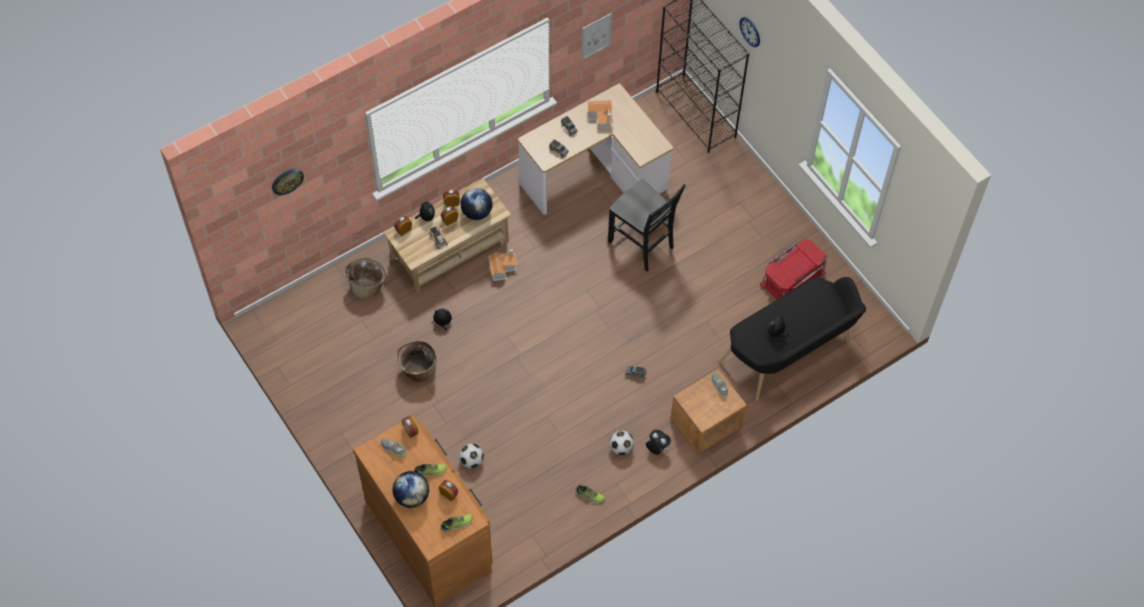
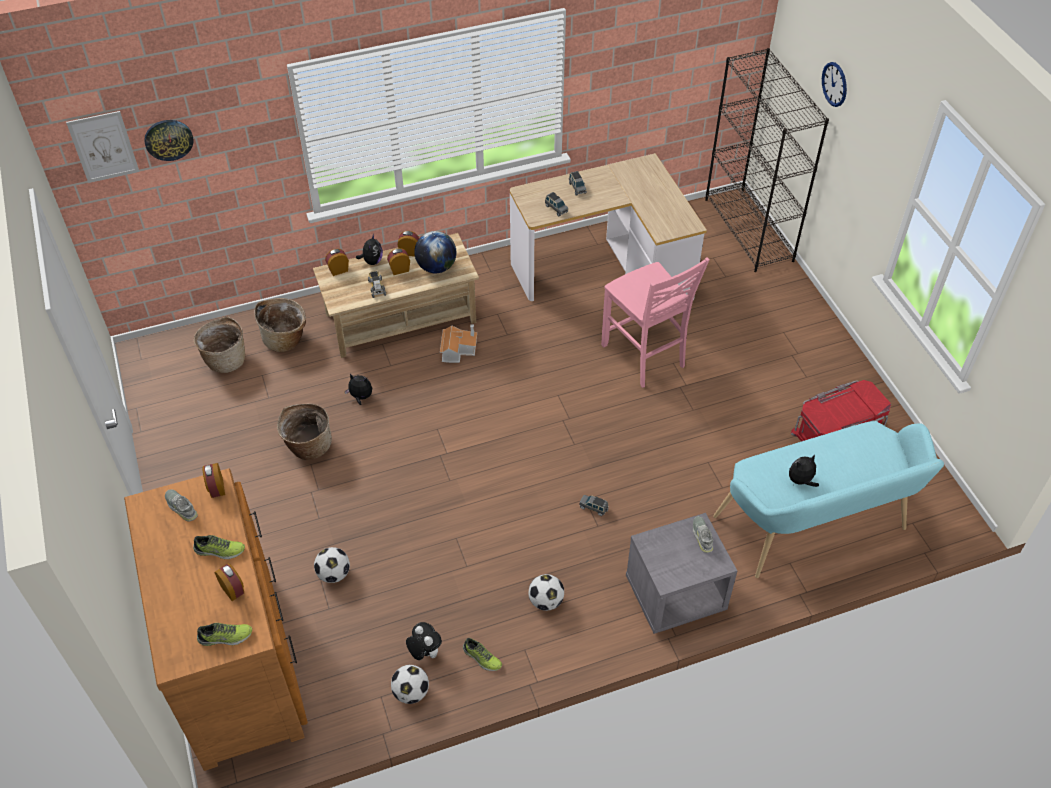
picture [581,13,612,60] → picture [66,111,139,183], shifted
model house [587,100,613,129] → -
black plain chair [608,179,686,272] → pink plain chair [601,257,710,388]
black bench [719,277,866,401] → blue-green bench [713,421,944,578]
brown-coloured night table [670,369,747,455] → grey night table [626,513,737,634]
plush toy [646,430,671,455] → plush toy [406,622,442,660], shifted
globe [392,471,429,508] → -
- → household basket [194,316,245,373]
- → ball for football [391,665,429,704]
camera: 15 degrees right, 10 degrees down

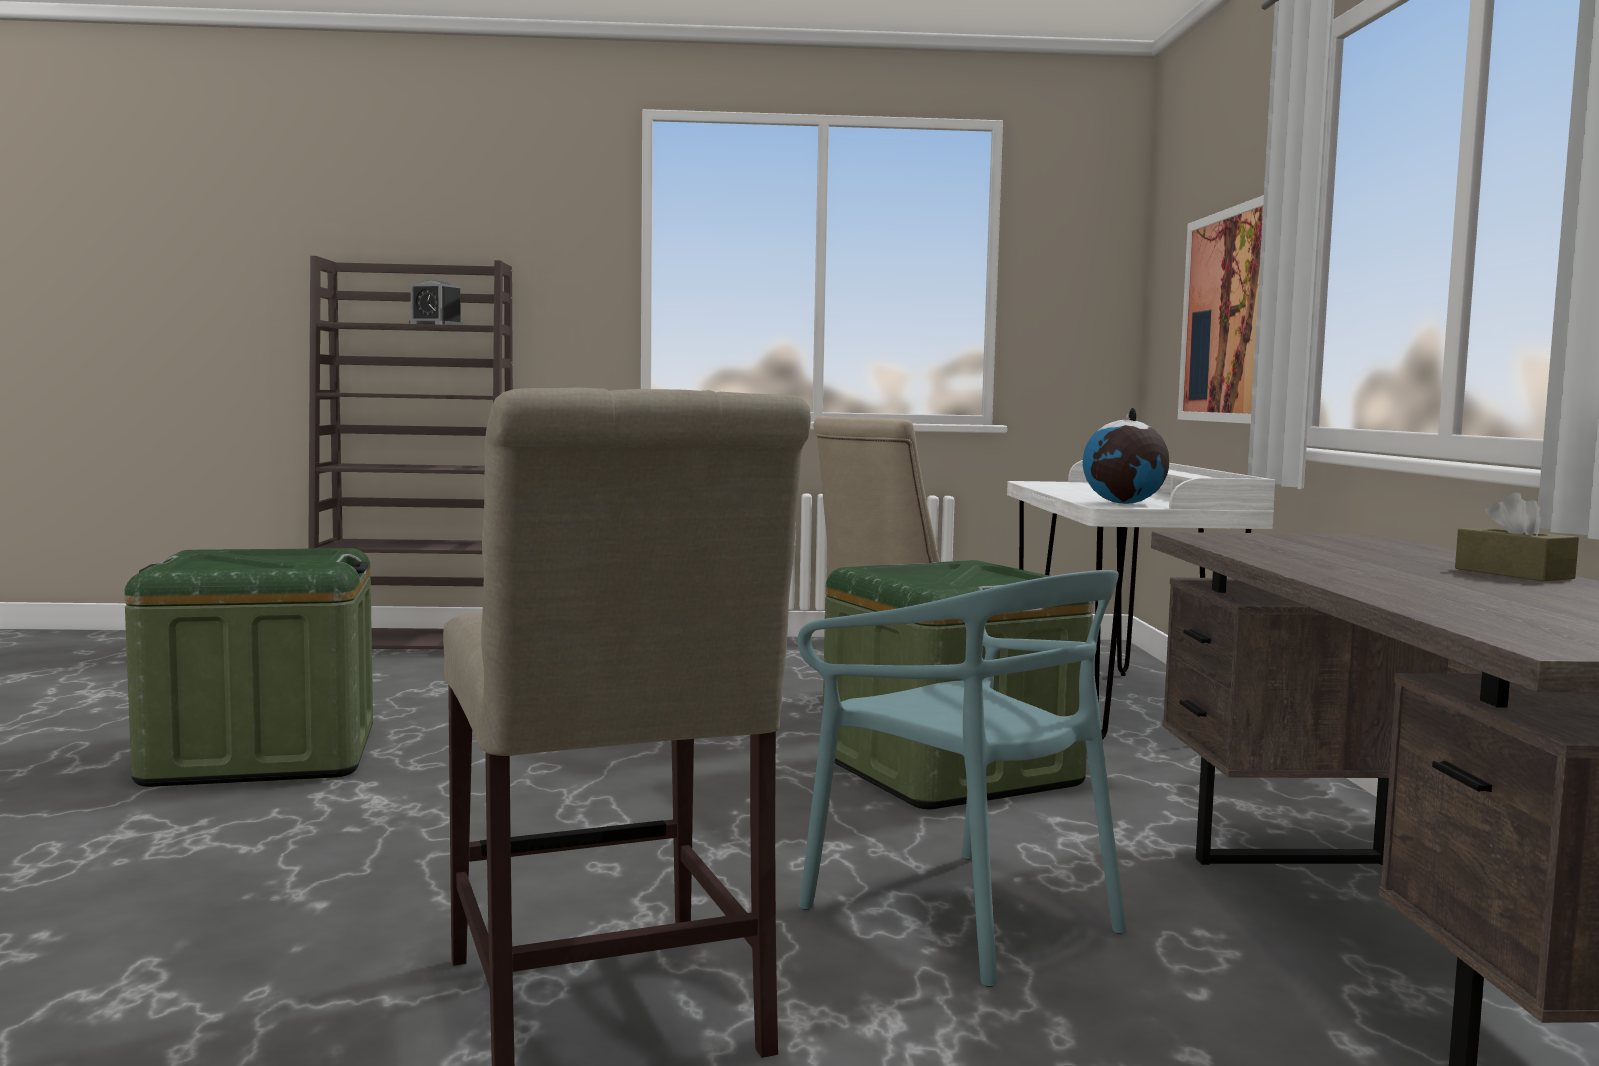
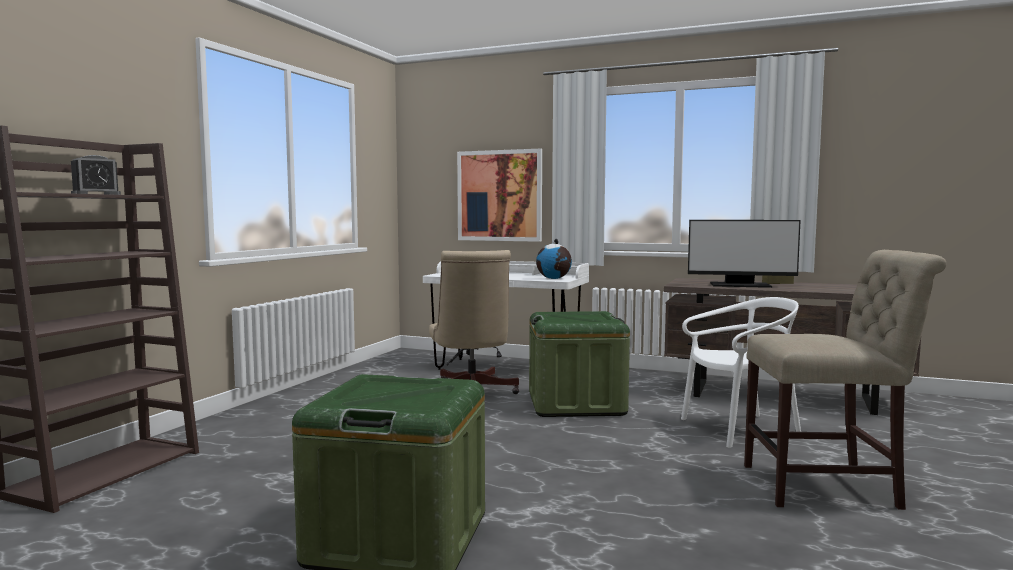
blue-green plain chair [798,570,1126,987] → white-coloured plain chair [681,297,801,448]
- → monitor [688,220,801,288]
camera: 65 degrees left, 0 degrees up

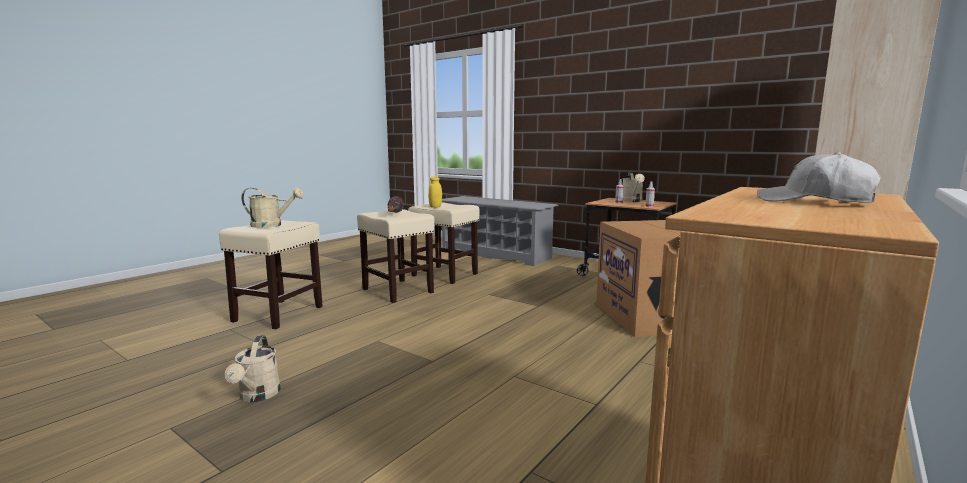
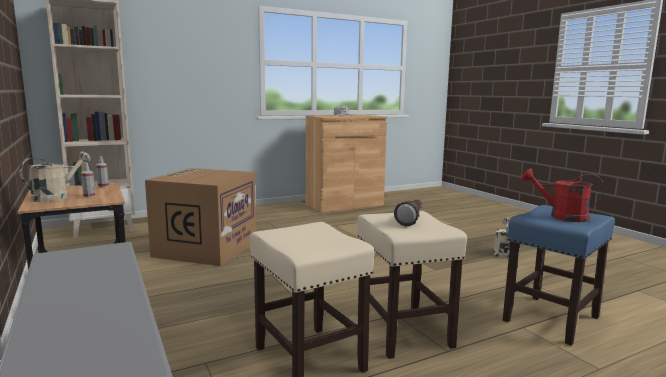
yellowish preserve jar [428,177,442,208] → -
beige-coloured watering can [241,187,304,228] → reddish watering can [522,169,604,222]
beige-coloured stool seat [219,220,323,329] → blue stool seat [503,205,615,346]
camera: 155 degrees left, 0 degrees up

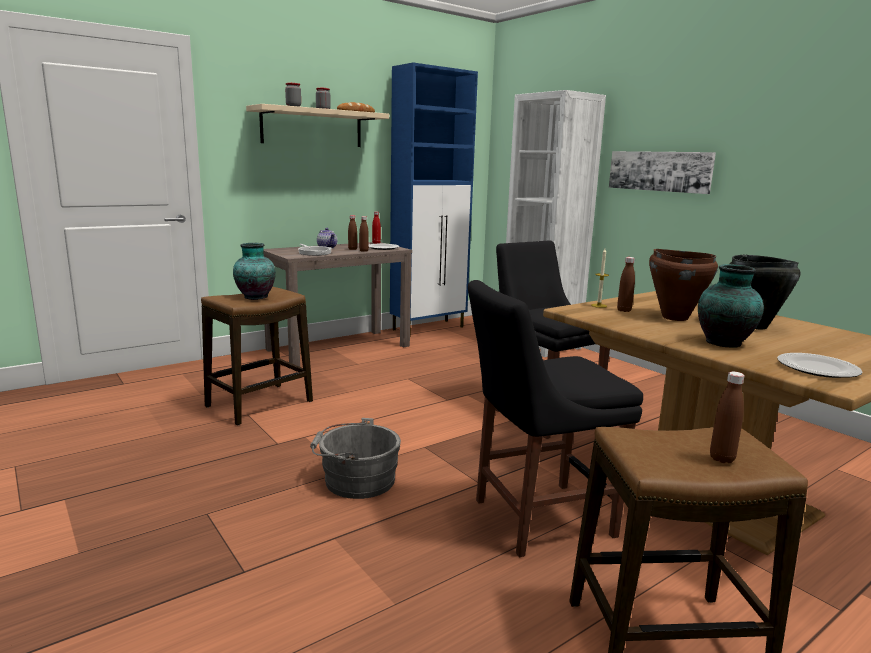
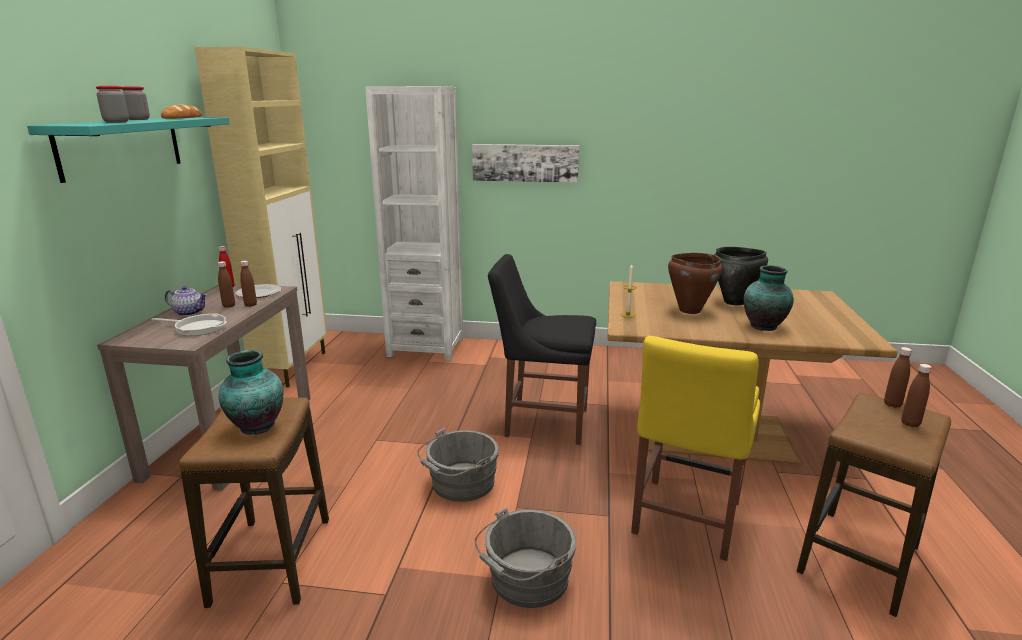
blue cabinet [390,63,478,331] → beige-coloured cabinet [194,46,327,387]
beige-coloured shelf [246,104,389,147] → blue-green shelf [27,117,230,183]
brown-coloured beverage bottle [617,257,635,312] → brown-coloured beverage bottle [884,347,912,408], shifted
black plain chair [468,280,643,558] → yellowish plain chair [631,336,760,561]
plate [777,353,863,378] → -
- → grey pail [417,428,499,502]
camera: 45 degrees left, 5 degrees up

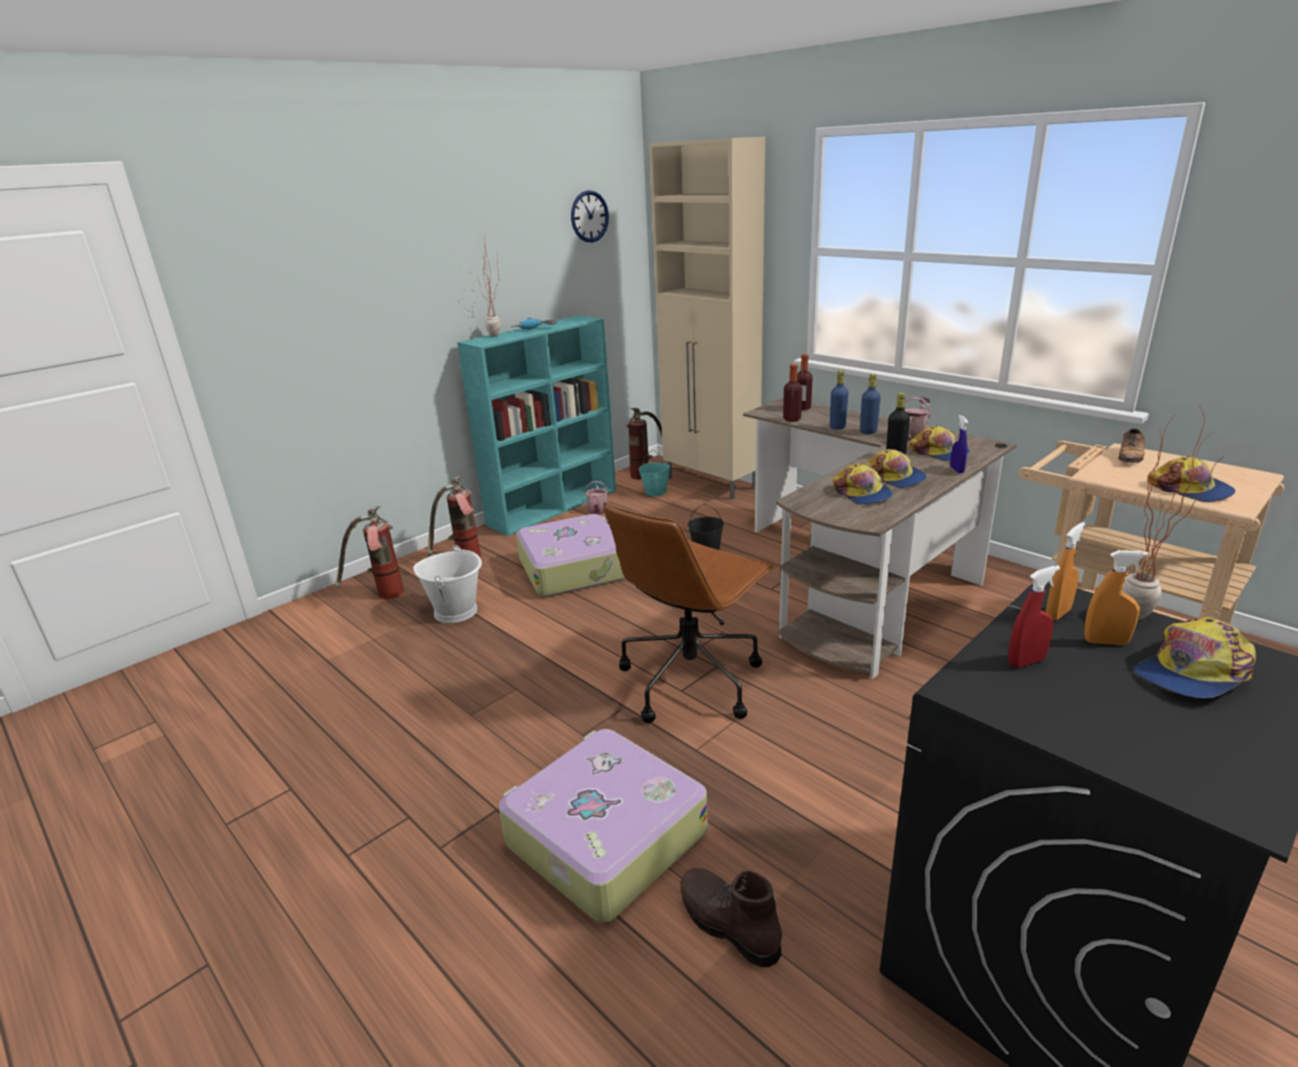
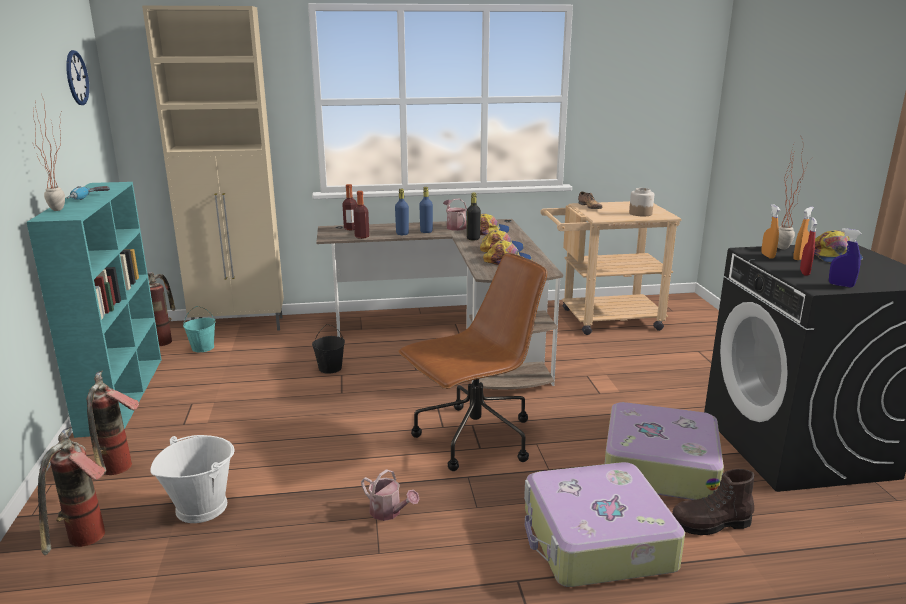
blue sprayer [950,415,968,474] → blue sprayer [829,228,861,287], shifted
cap [1147,456,1235,502] → preserve jar [629,188,654,216]
watering can [585,481,608,515] → watering can [361,469,419,521], shifted
brown-coloured office chair [604,502,776,723] → brown-coloured office chair [398,253,547,471], 105 degrees counterclockwise
travel case [516,514,625,597] → travel case [605,402,724,500], shifted
camera: 55 degrees left, 5 degrees down

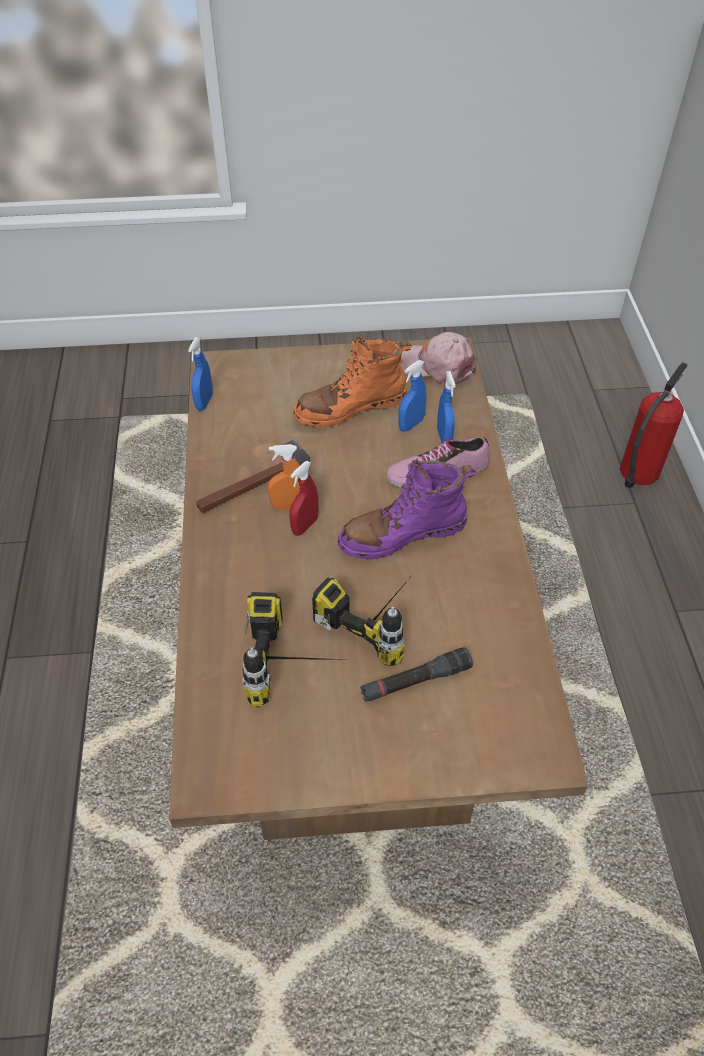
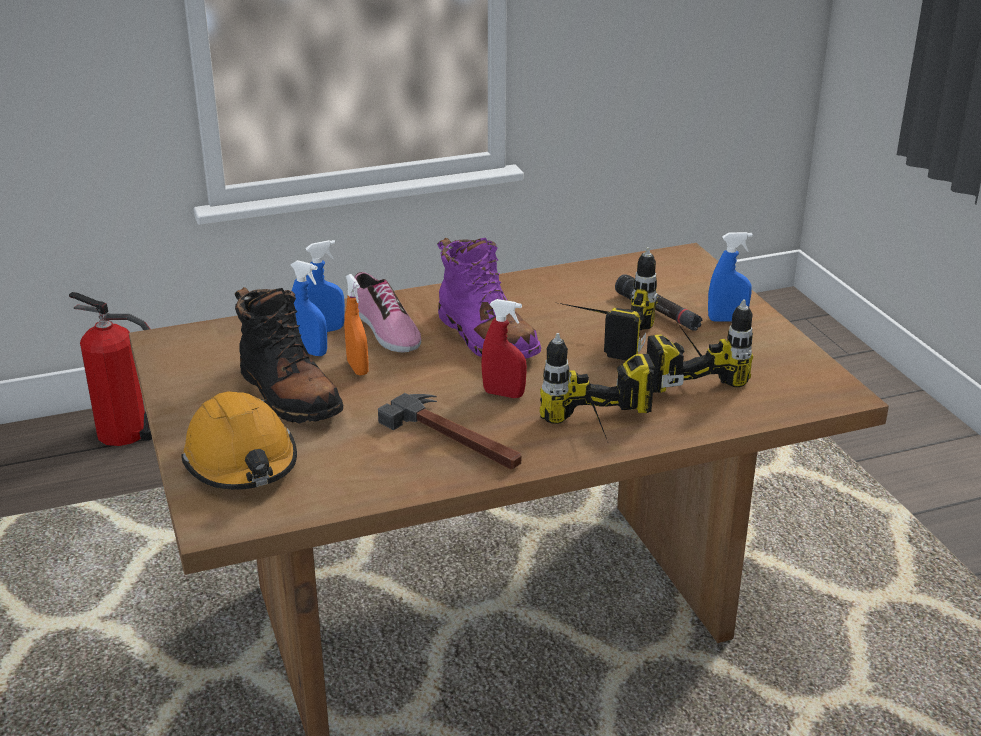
pink cap [400,332,477,385] → -
orange-coloured high-top boot [293,334,412,428] → black high-top boot [235,287,344,423]
blue sprayer [188,337,213,411] → blue sprayer [708,232,753,321], shifted
orange-coloured sprayer [268,444,300,510] → orange-coloured sprayer [344,274,369,376], shifted
- → power drill [540,333,655,442]
- → orange-coloured hard hat [181,391,297,490]
camera: 105 degrees left, 20 degrees down

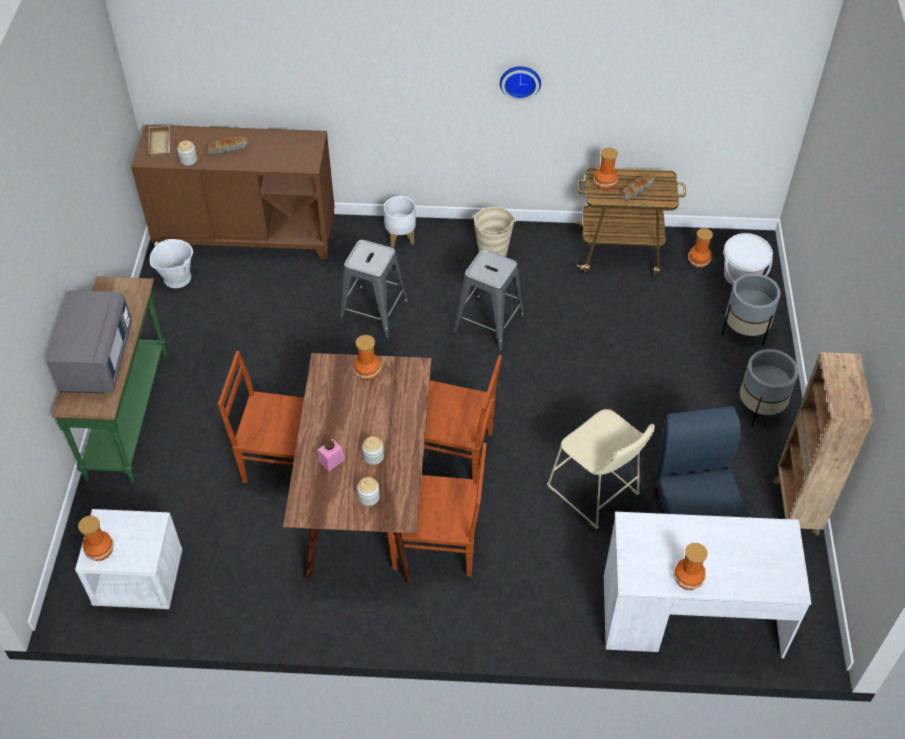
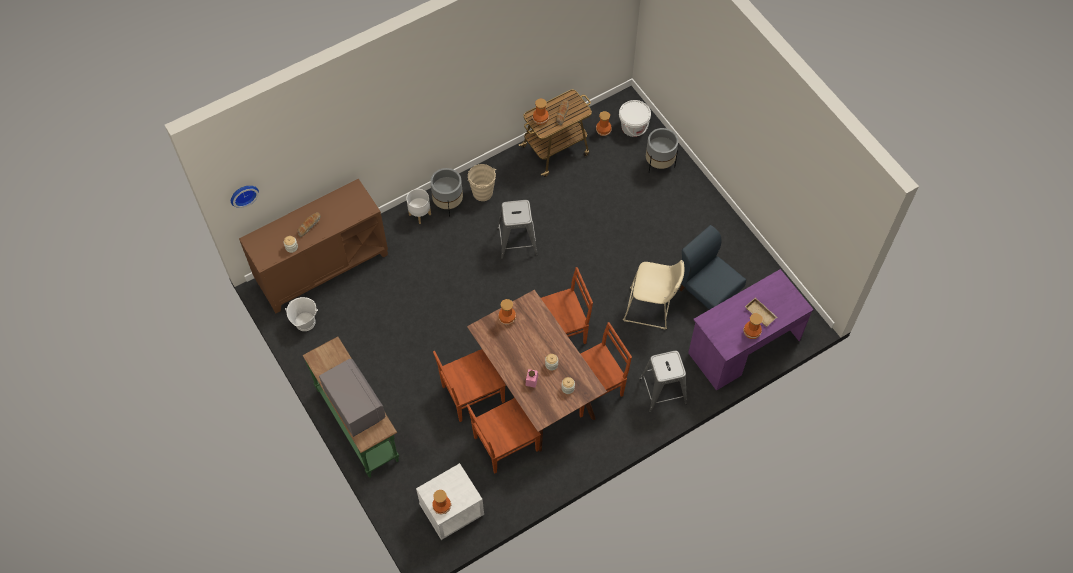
wall clock [500,66,541,101] → wall clock [231,186,259,208], shifted
beige-coloured serving tray [148,125,170,157] → beige-coloured serving tray [745,298,777,327], shifted
grey stool seat [339,240,408,338] → grey stool seat [639,351,687,412], shifted
grey planter [740,349,798,426] → grey planter [430,168,463,217], shifted
brown-coloured bookcase [772,352,874,536] → -
white-coloured desk [604,512,811,658] → purple desk [688,269,814,391]
- → brown-coloured plain chair [467,398,541,473]
camera: 35 degrees left, 10 degrees up

